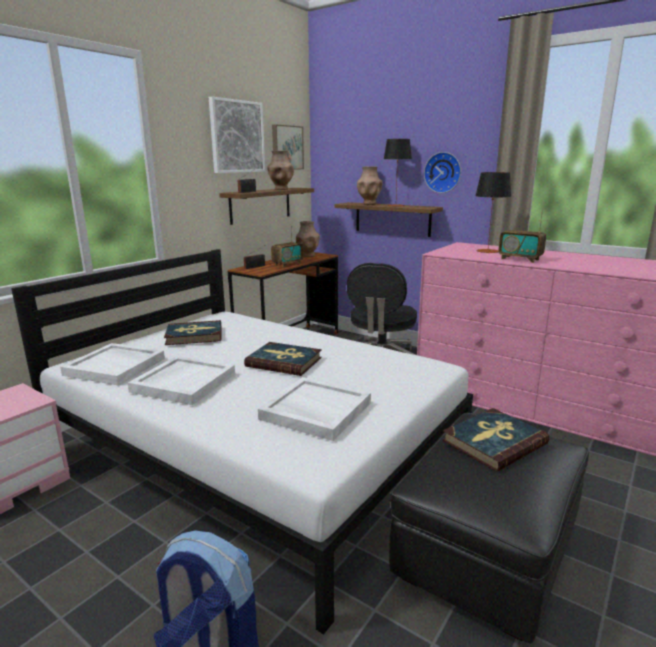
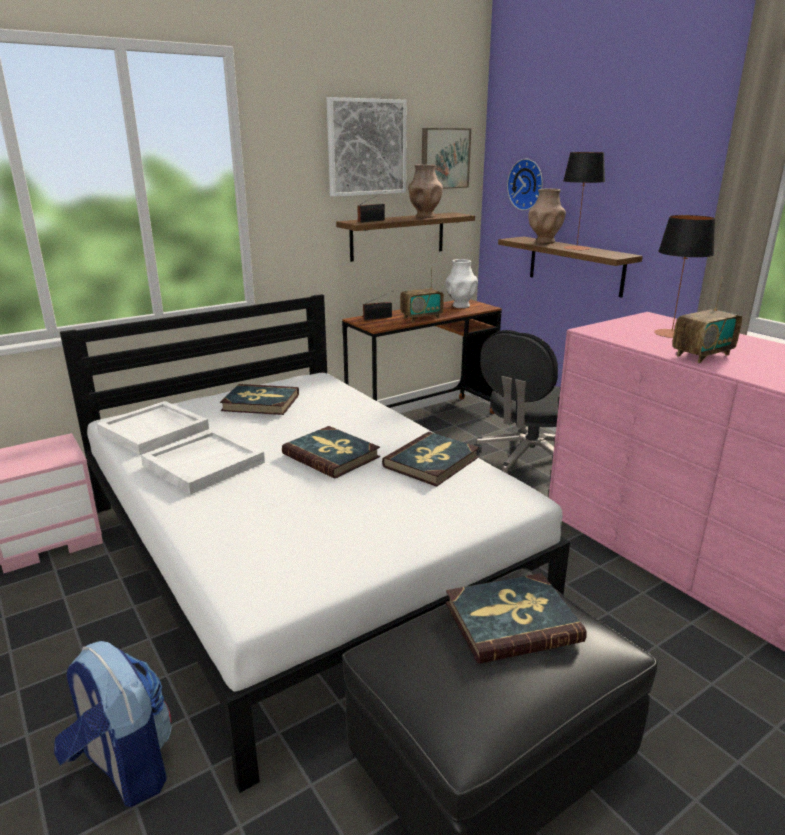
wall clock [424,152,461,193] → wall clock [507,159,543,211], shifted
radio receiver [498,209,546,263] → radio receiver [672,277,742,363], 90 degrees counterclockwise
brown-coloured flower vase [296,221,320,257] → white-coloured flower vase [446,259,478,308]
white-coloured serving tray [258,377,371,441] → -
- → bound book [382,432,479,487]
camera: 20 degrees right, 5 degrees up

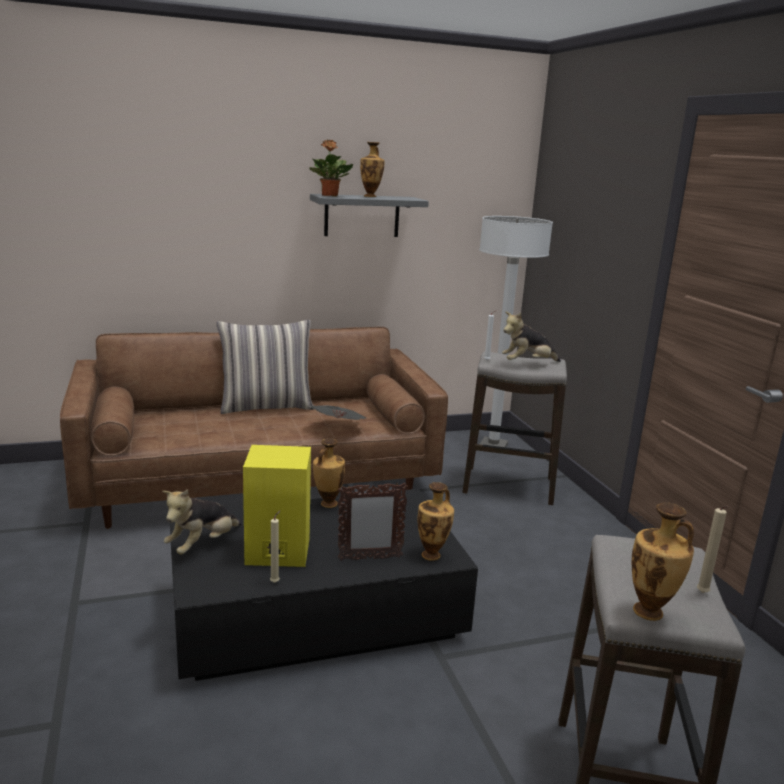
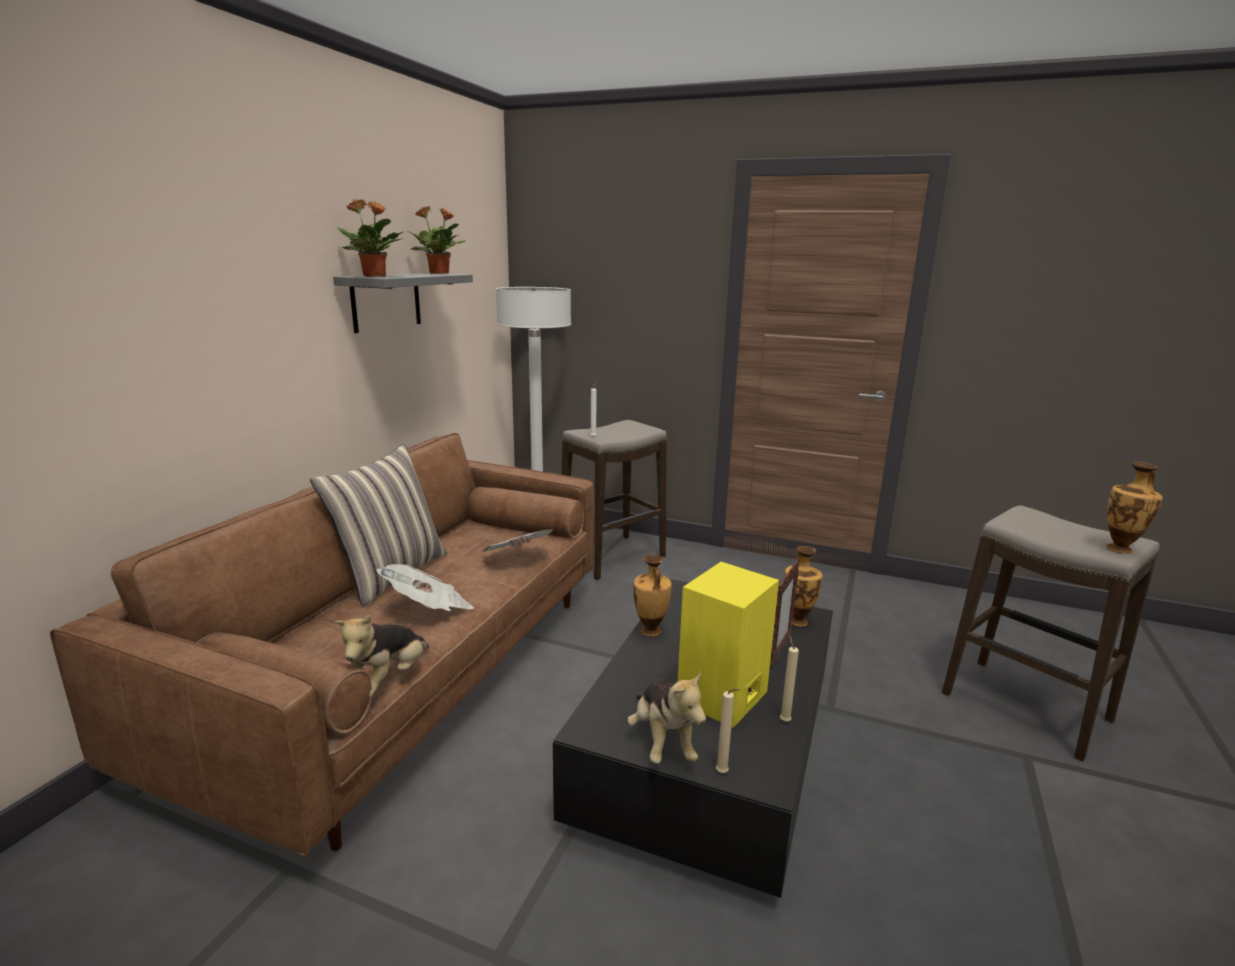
flower vase [360,142,385,197] → -
plush toy [502,311,561,362] → plush toy [335,614,429,697], shifted
beige-coloured wax light [697,506,728,593] → beige-coloured wax light [716,689,739,773], shifted
- → houseplant [406,206,466,274]
- → newspaper [376,564,475,611]
camera: 50 degrees left, 0 degrees up

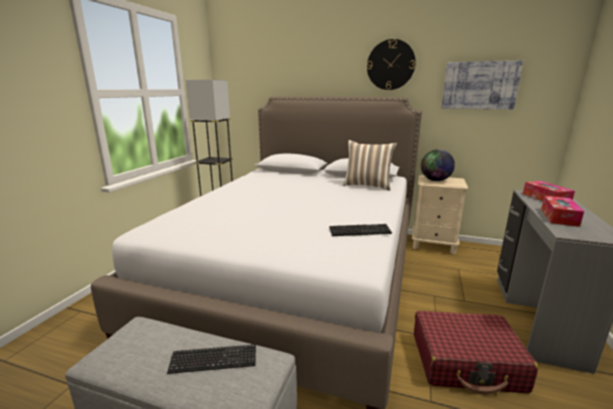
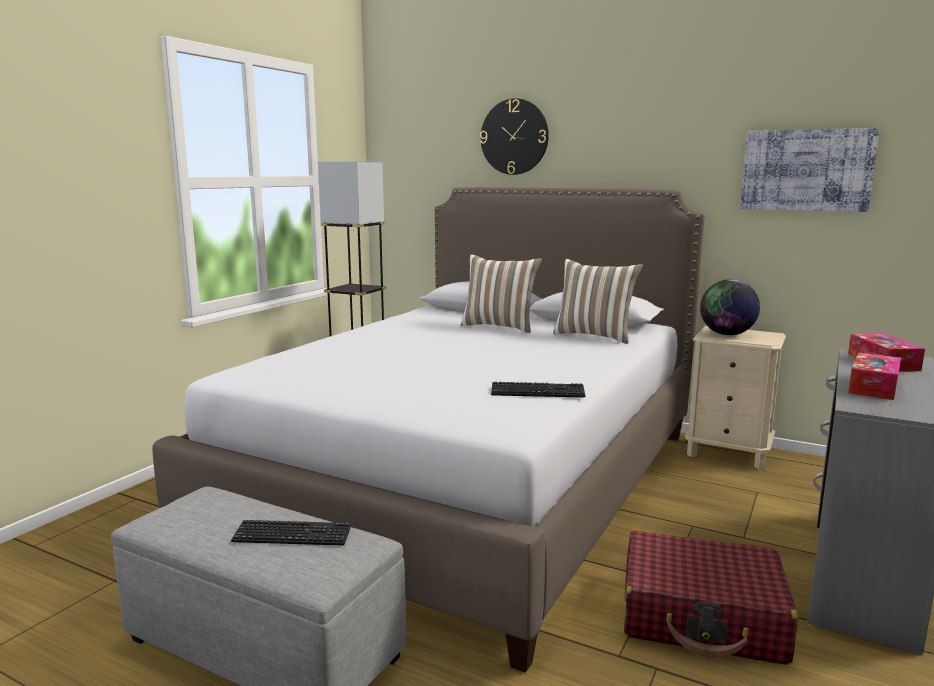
wall clock [367,39,416,90] → wall clock [480,98,549,175], shifted
- → cushion [461,254,542,333]
camera: 10 degrees right, 5 degrees down

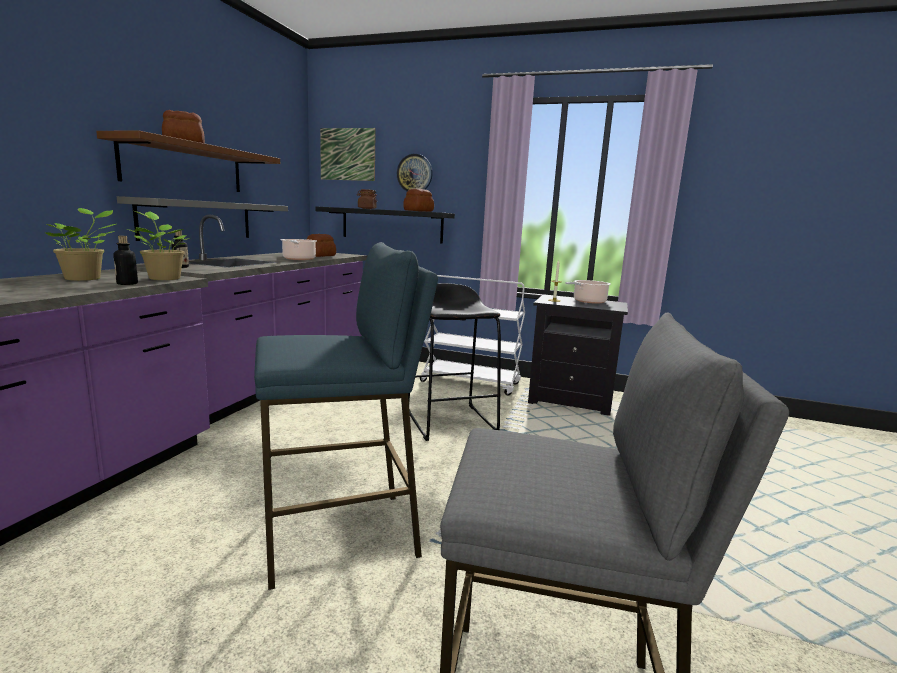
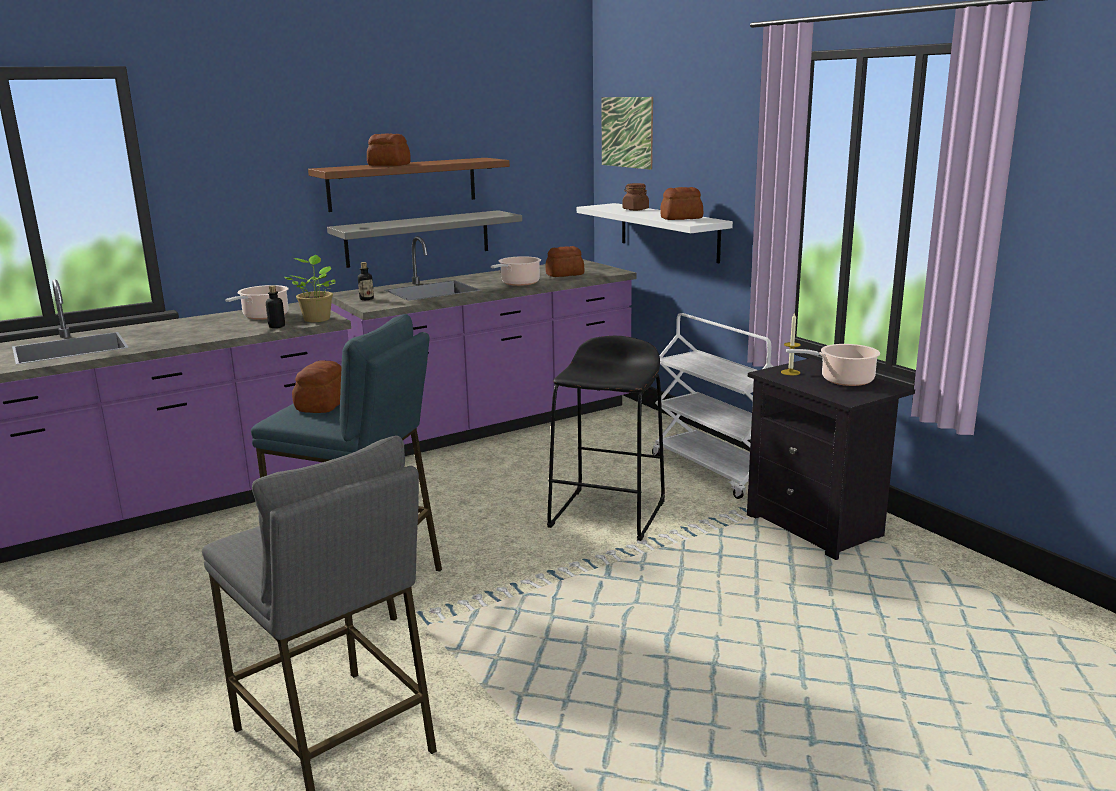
wall clock [397,154,433,191] → -
black shelf [315,206,455,244] → white-coloured shelf [577,203,733,263]
houseplant [45,208,116,281] → cooking pot [225,285,289,320]
- → bakery bread [292,360,341,413]
camera: 40 degrees right, 5 degrees up

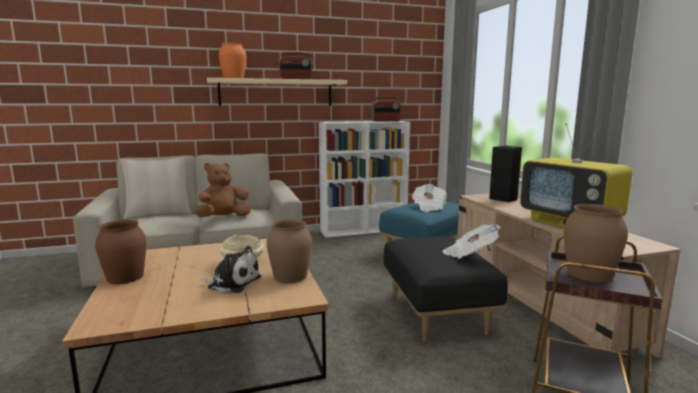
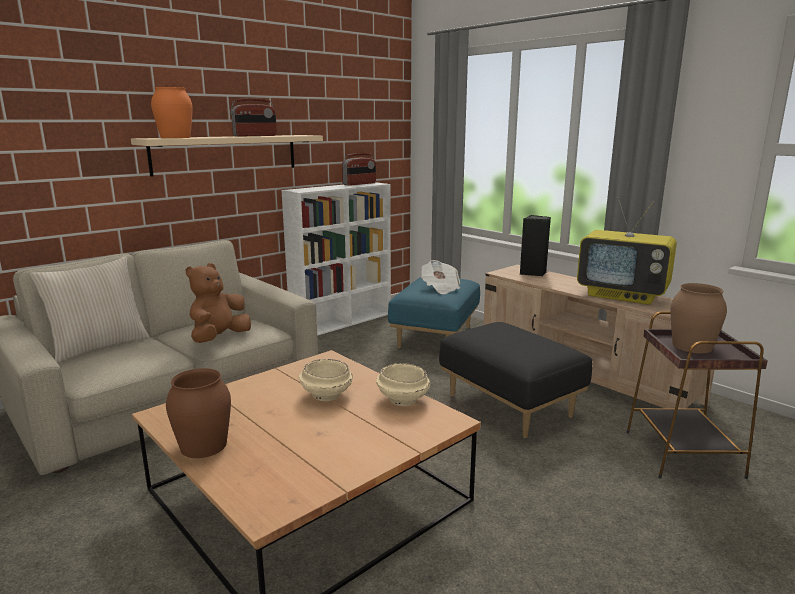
brown-coloured flower vase [267,219,312,283] → beige-coloured serving bowl [376,363,430,406]
newspaper [443,224,501,259] → -
plush toy [201,246,261,293] → -
camera: 25 degrees left, 5 degrees up

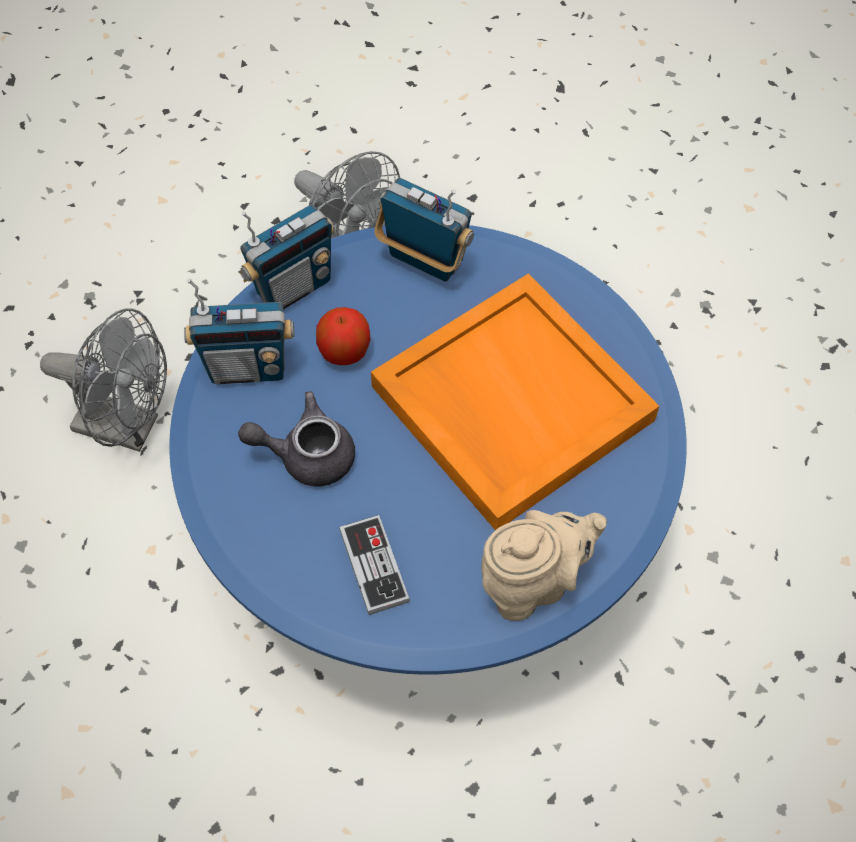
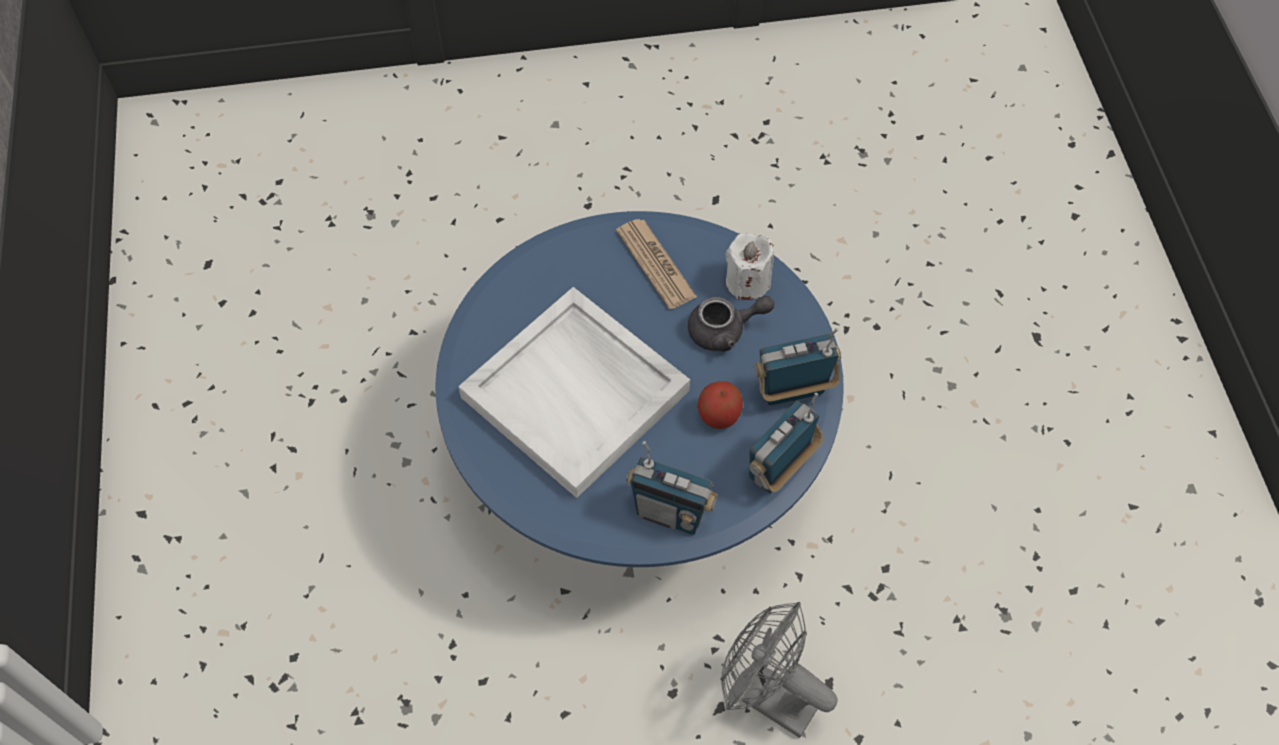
orange-coloured serving tray [371,274,659,530] → white-coloured serving tray [458,287,690,498]
grey fan [40,308,167,452] → -
beige-coloured teapot [482,510,607,621] → -
joypad [339,515,410,615] → newspaper [616,219,697,309]
- → white-coloured wax light [726,233,774,300]
camera: 170 degrees right, 0 degrees up

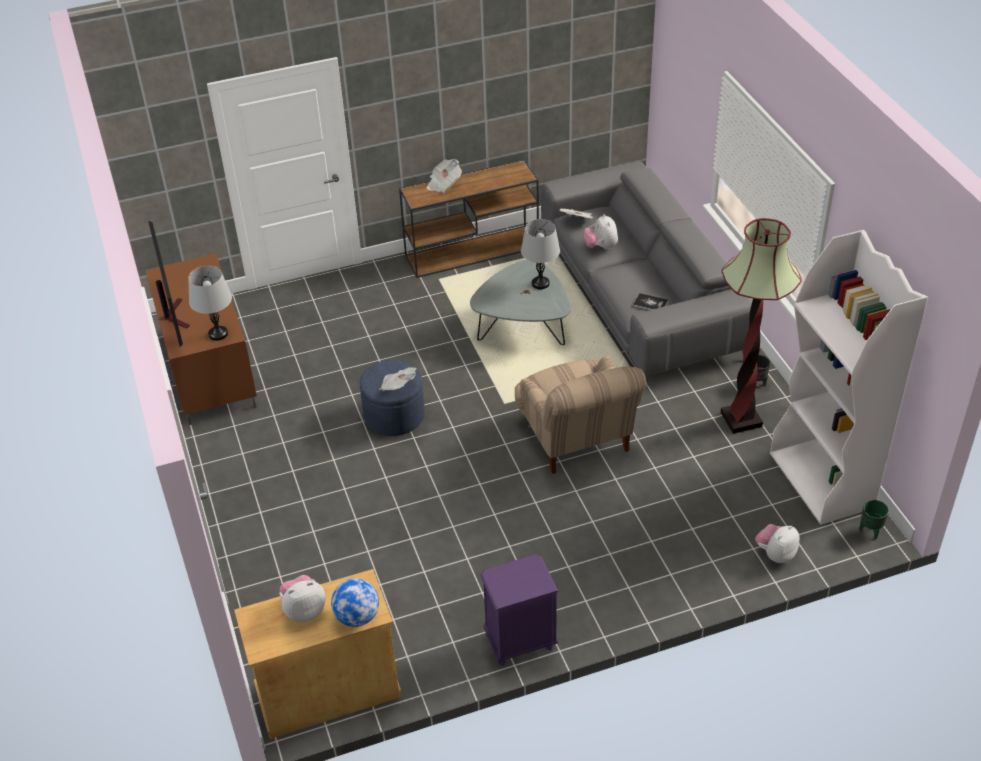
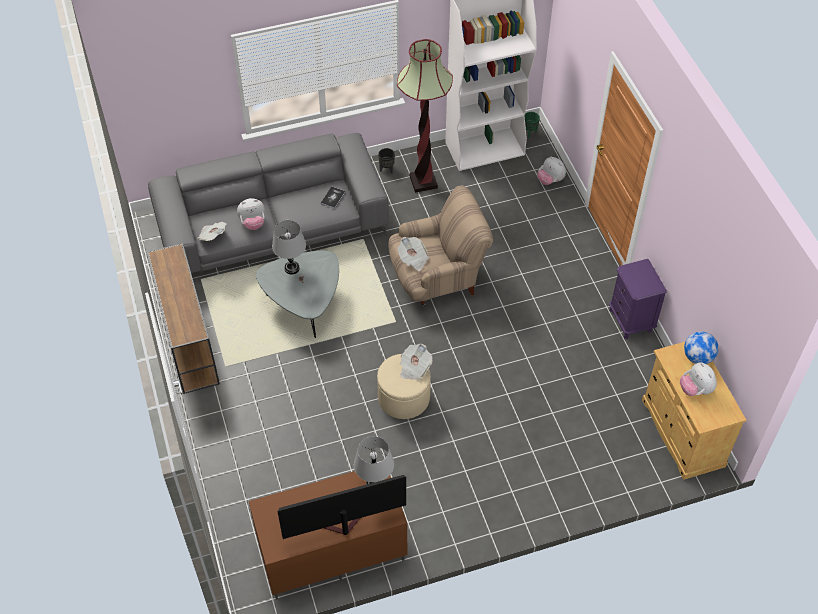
newspaper [427,159,462,193] → newspaper [397,237,429,271], shifted
blue pouffe [360,360,425,436] → beige-coloured pouffe [377,354,431,419]
camera: 90 degrees left, 10 degrees up

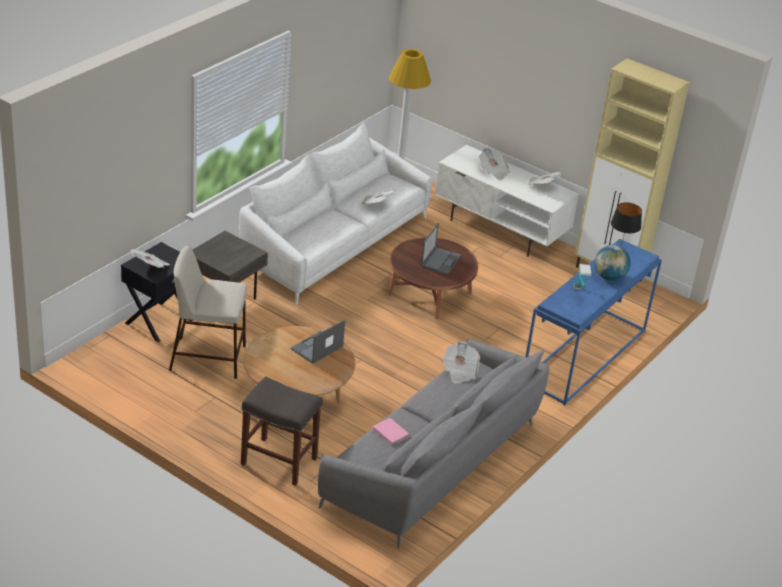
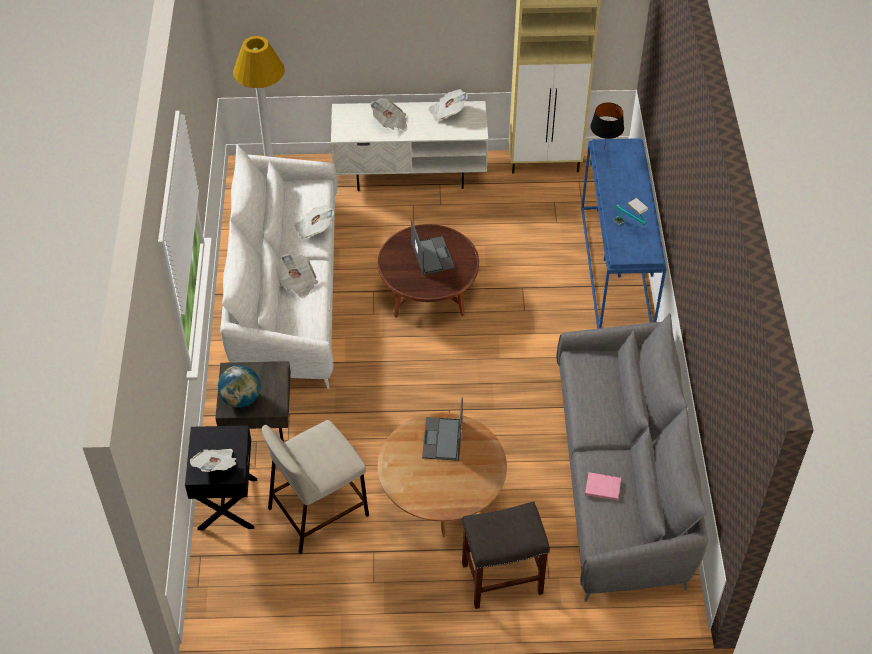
globe [595,245,631,281] → globe [218,365,261,408], shifted
newspaper [442,341,481,383] → newspaper [276,254,318,298], shifted
camera: 35 degrees left, 15 degrees up

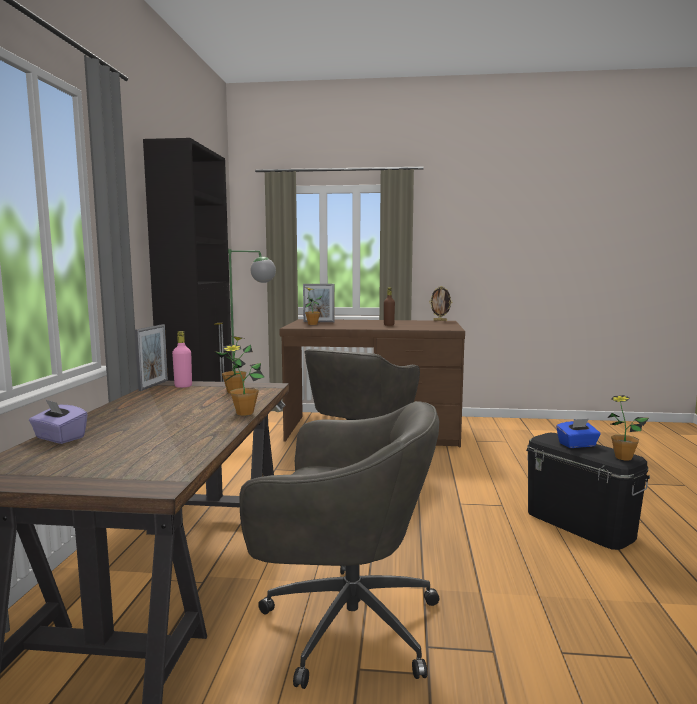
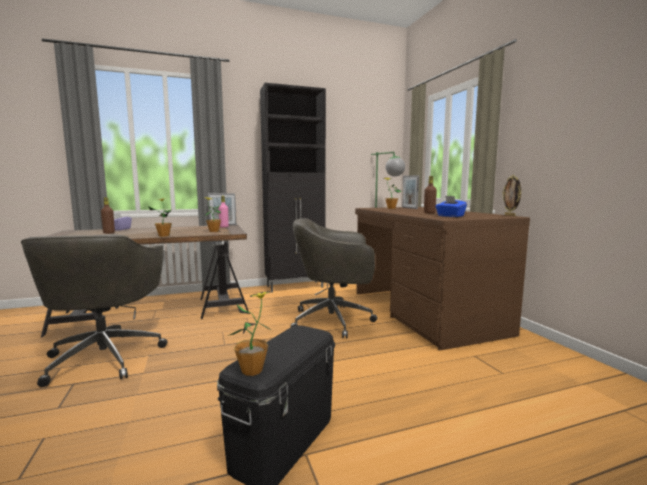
blue tissue box [556,419,601,448] → blue tissue box [436,196,467,217], shifted
- → brown-coloured beverage bottle [101,197,115,234]
camera: 65 degrees right, 0 degrees up

